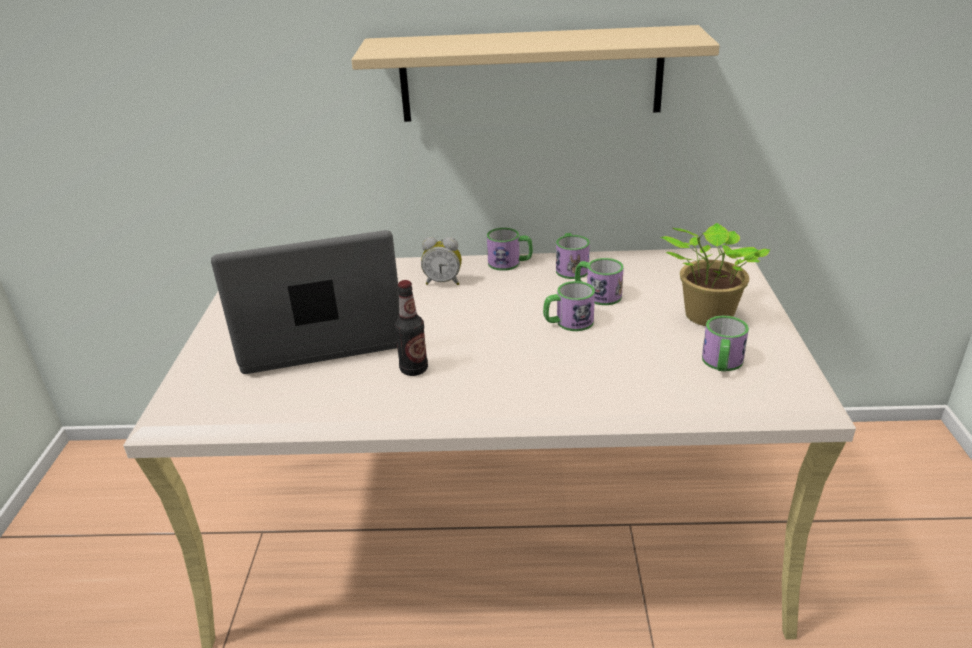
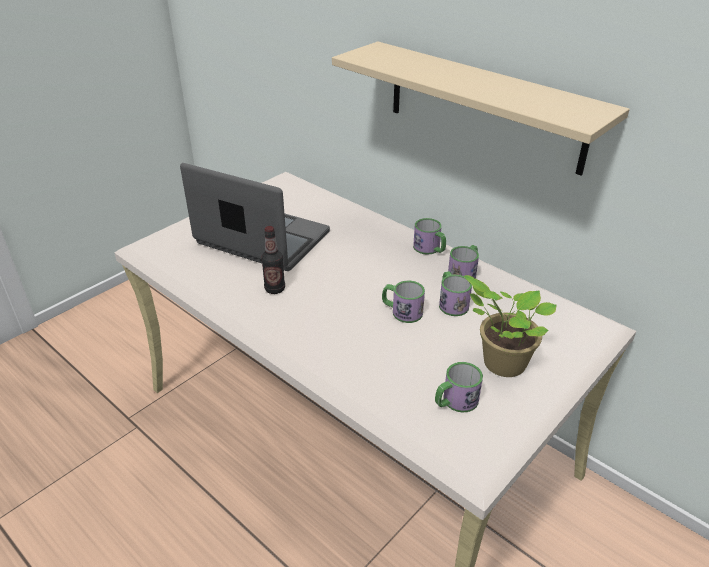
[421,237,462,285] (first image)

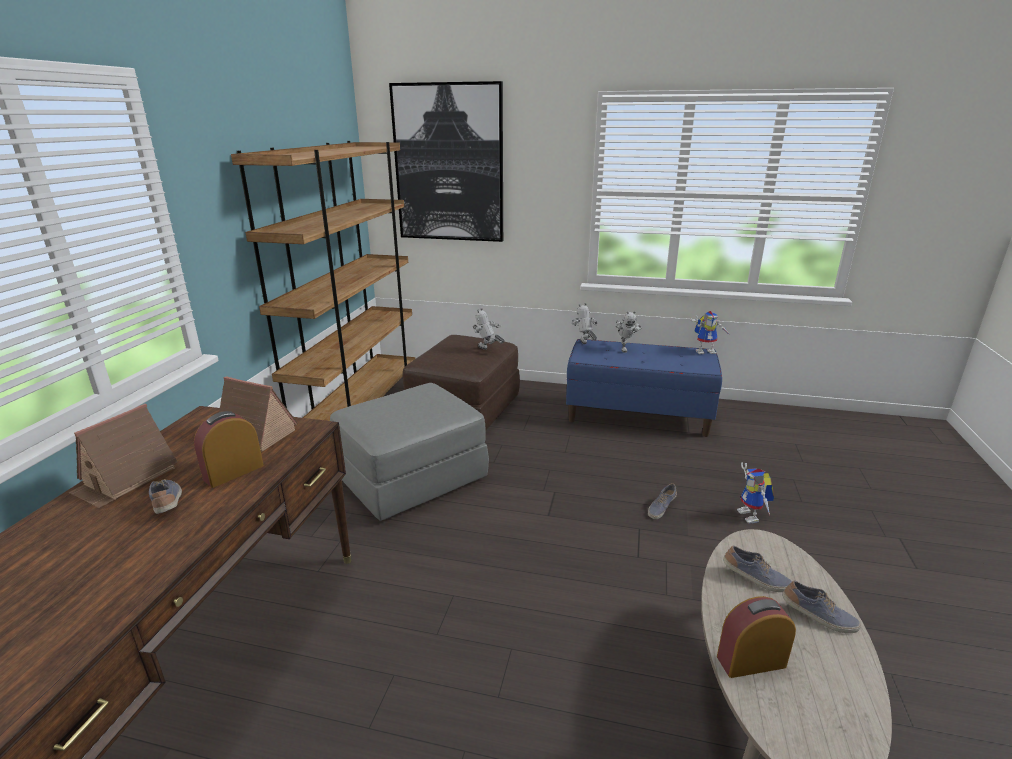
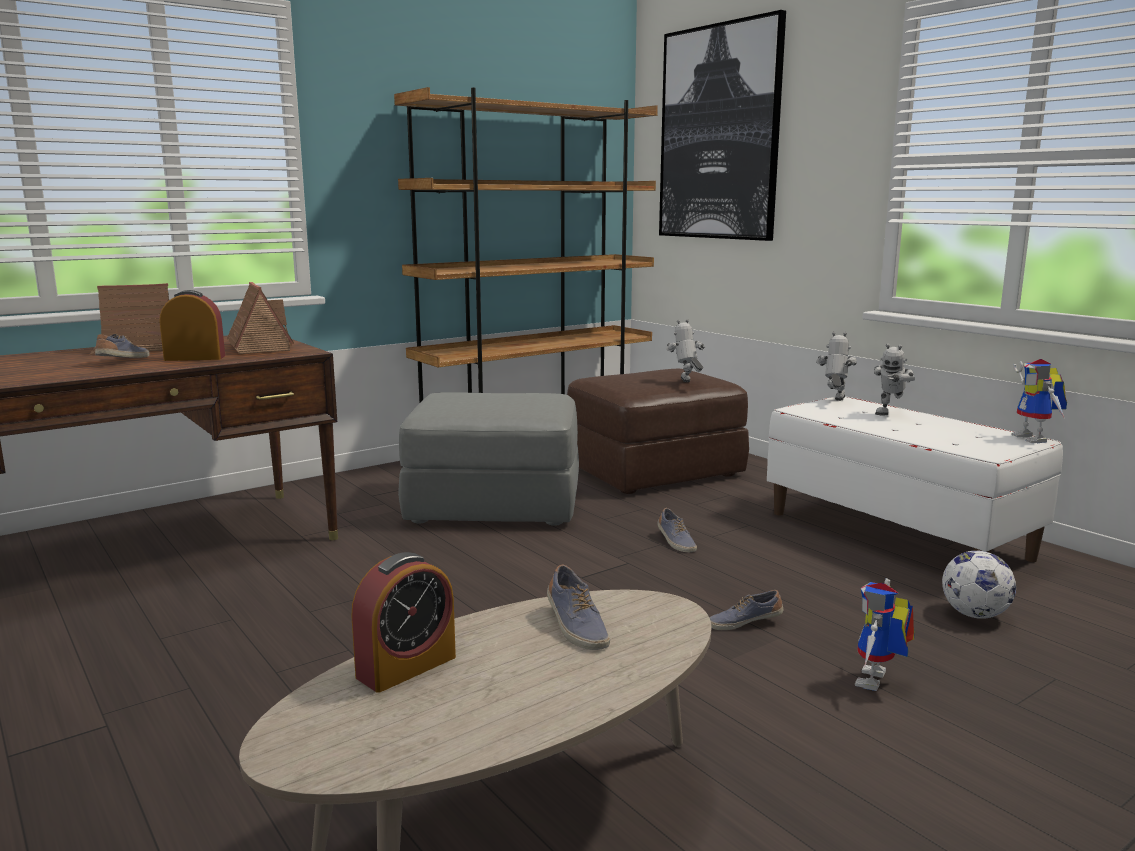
[1011,359,1067,443]
[767,396,1063,562]
[657,508,697,552]
[351,552,456,693]
[942,551,1016,619]

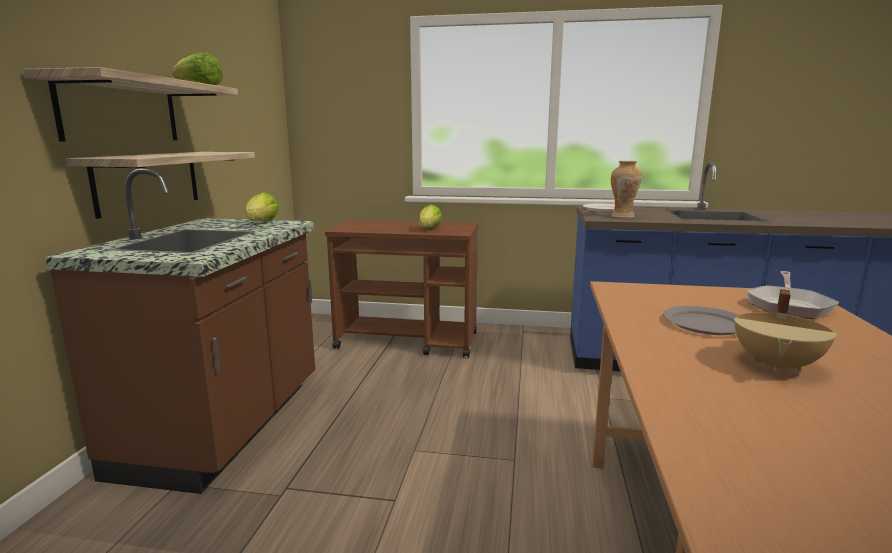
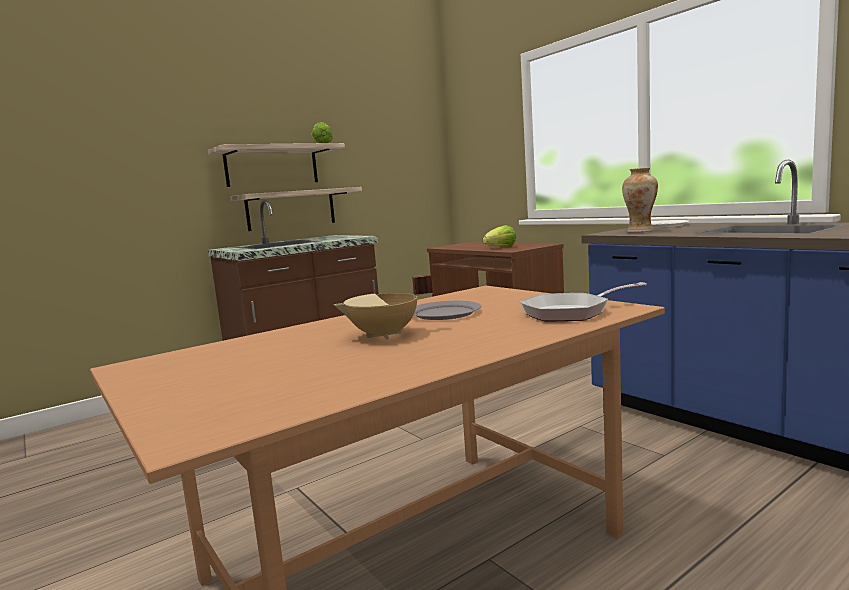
[246,192,279,222] (first image)

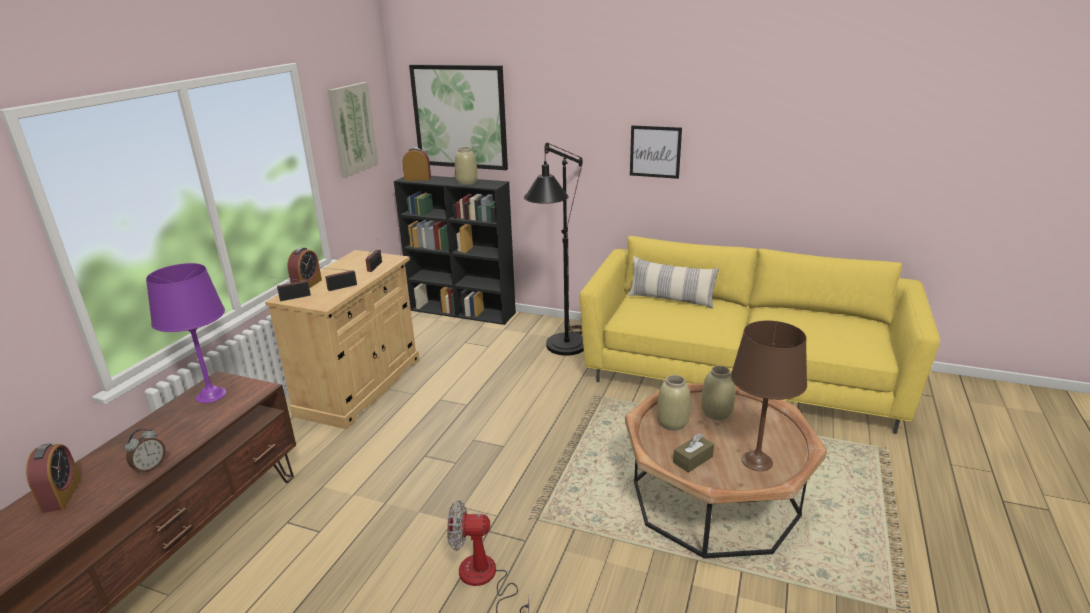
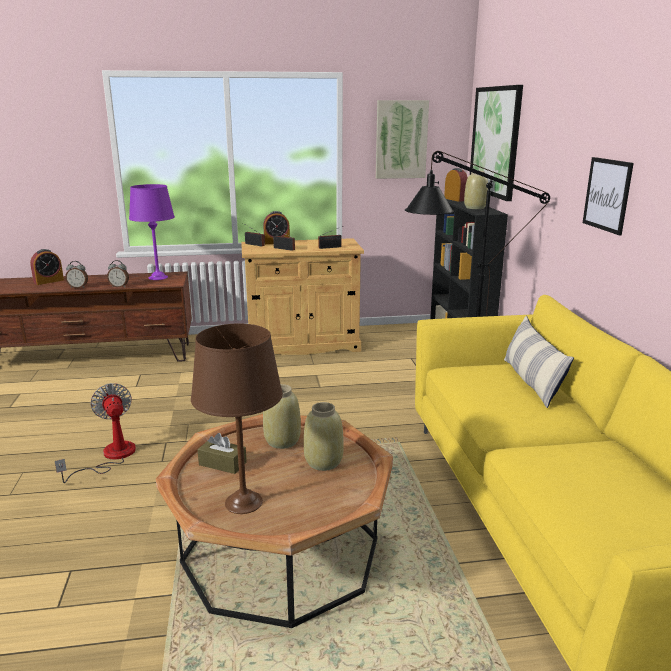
[107,260,129,287]

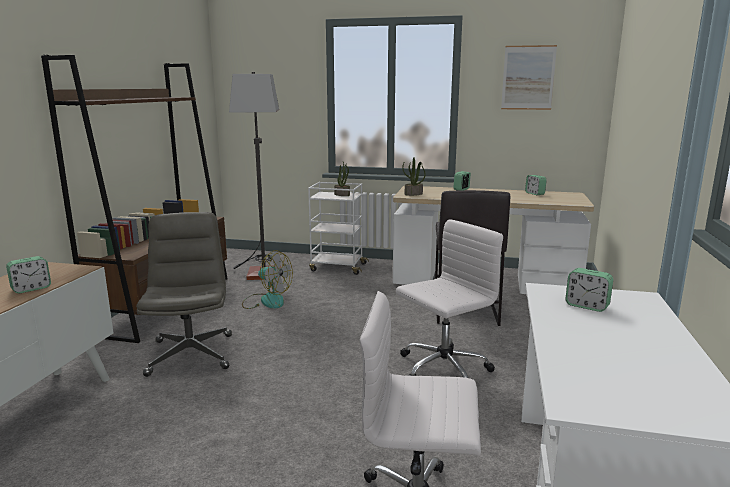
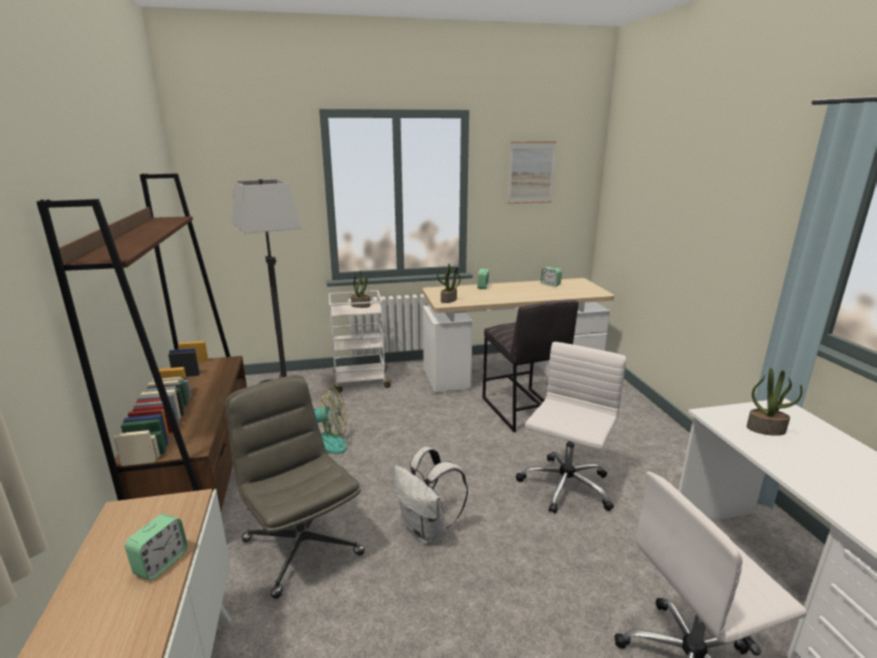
[747,368,803,436]
[392,447,468,544]

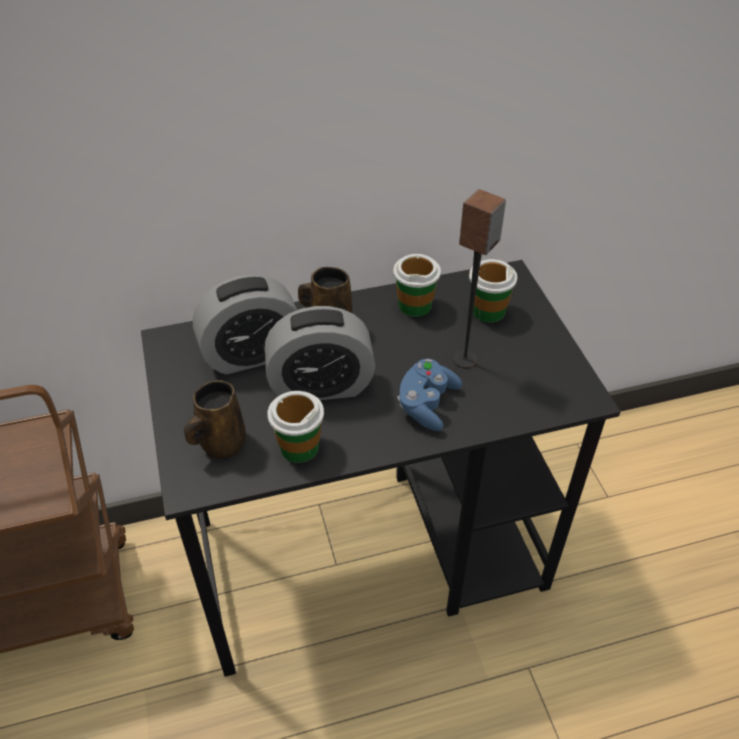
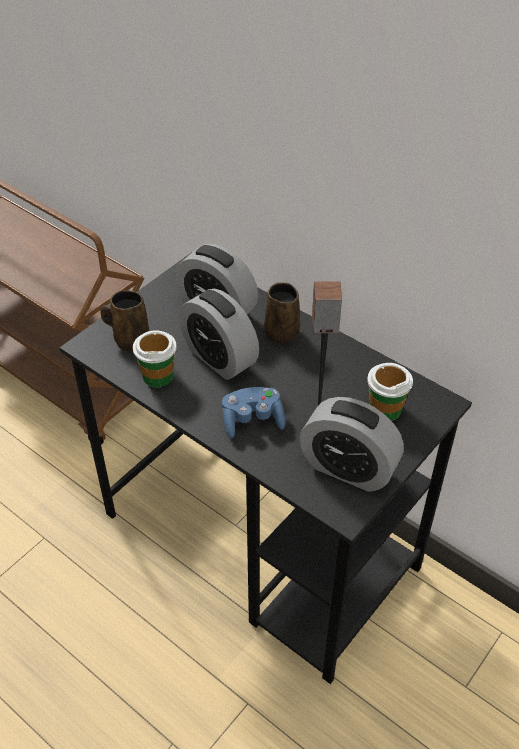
[393,254,441,317] (first image)
[300,397,404,492]

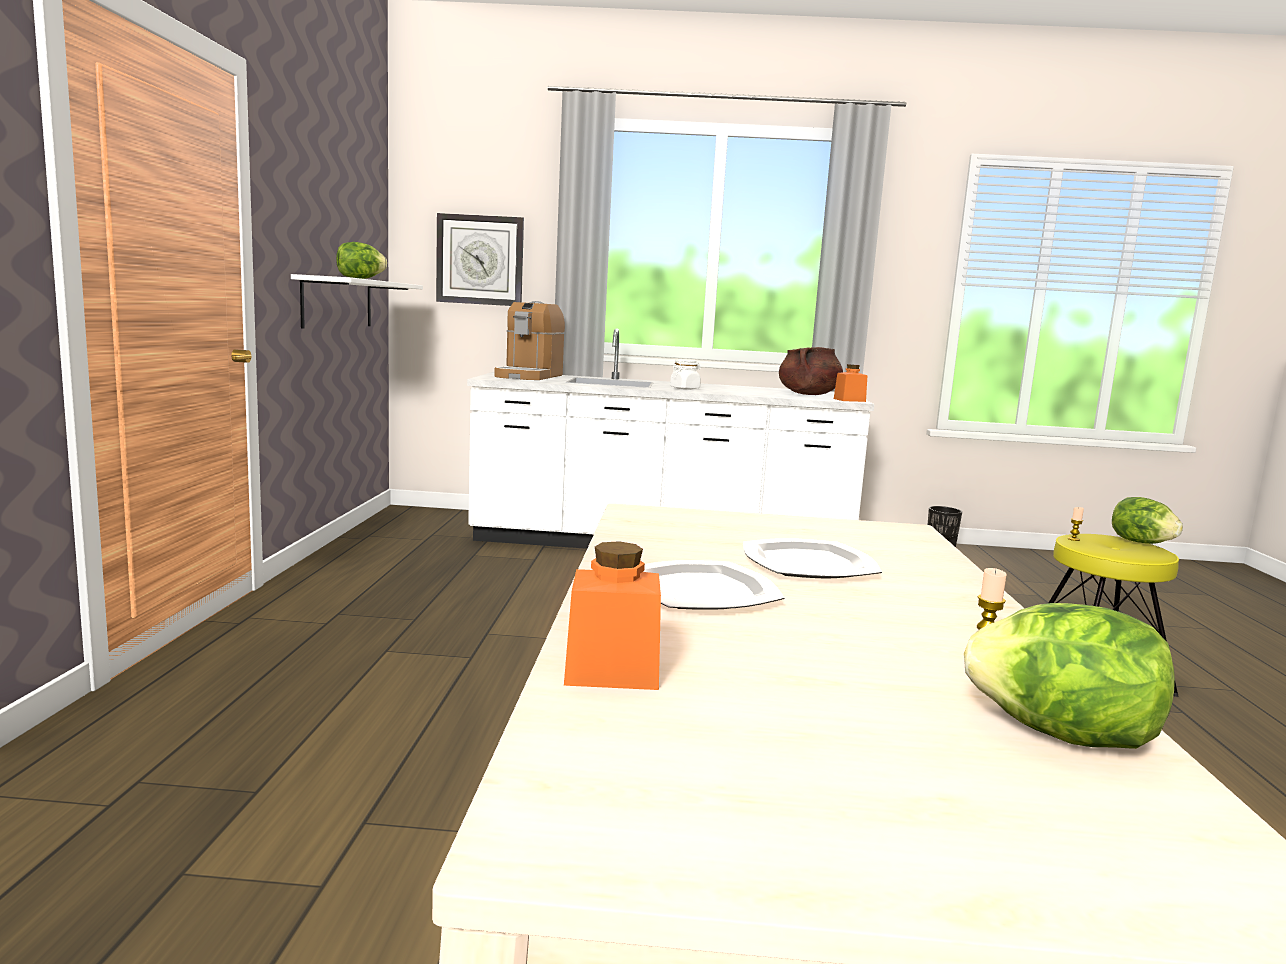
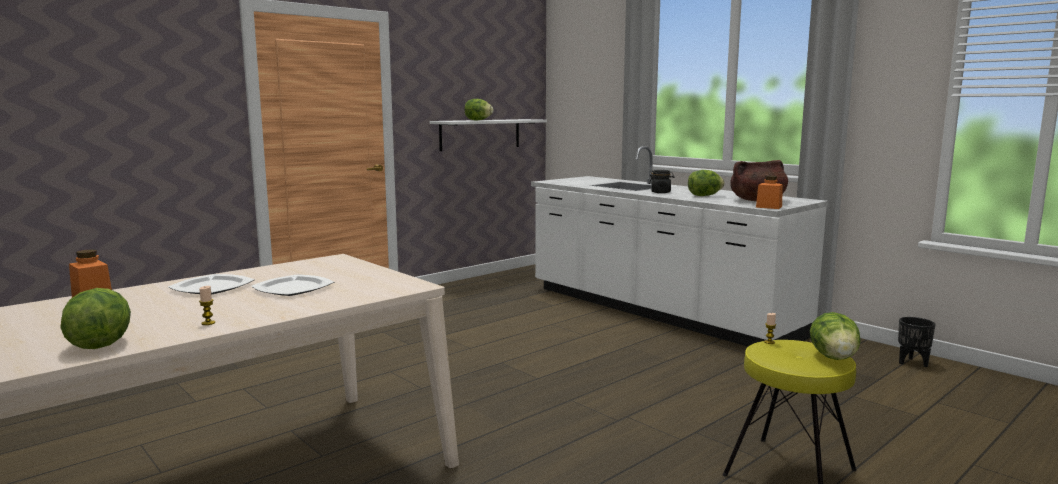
[436,213,524,306] (first image)
[494,301,565,380] (first image)
[649,170,674,193]
[688,170,725,196]

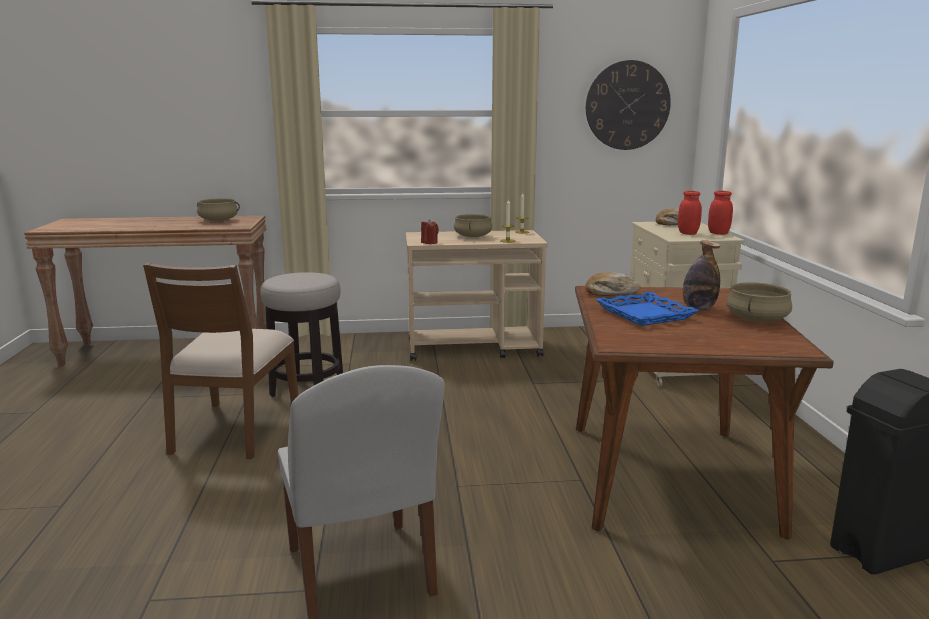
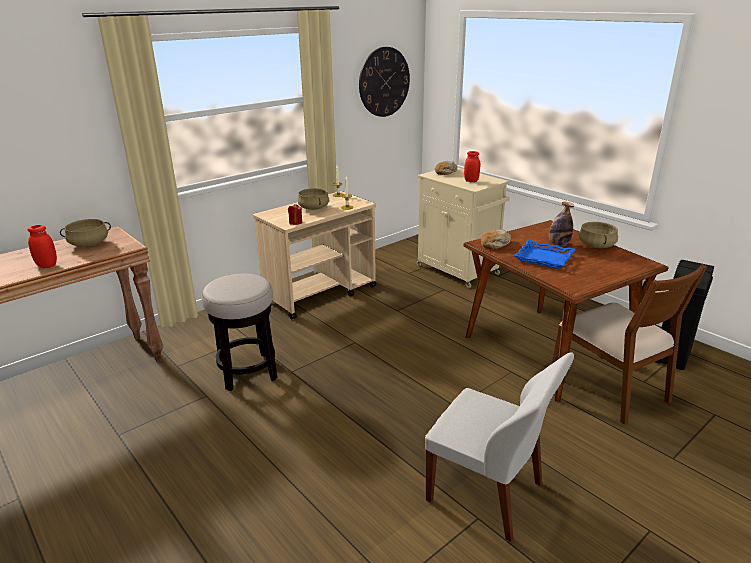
[27,225,57,268]
[552,264,707,425]

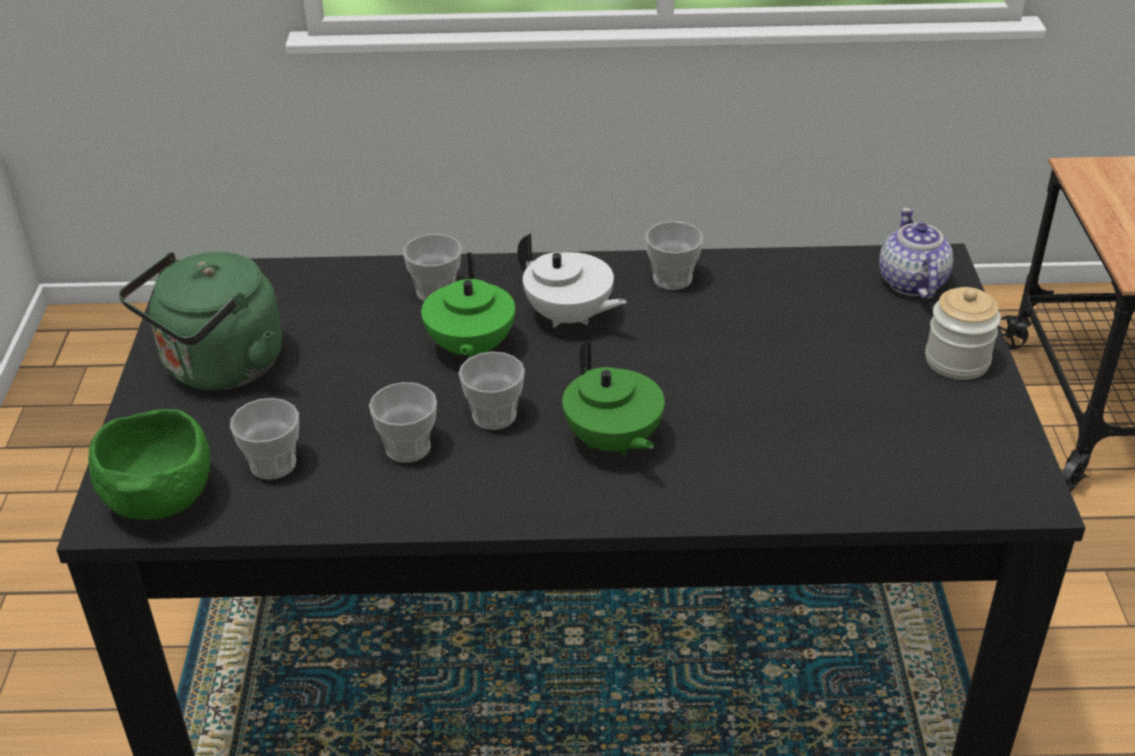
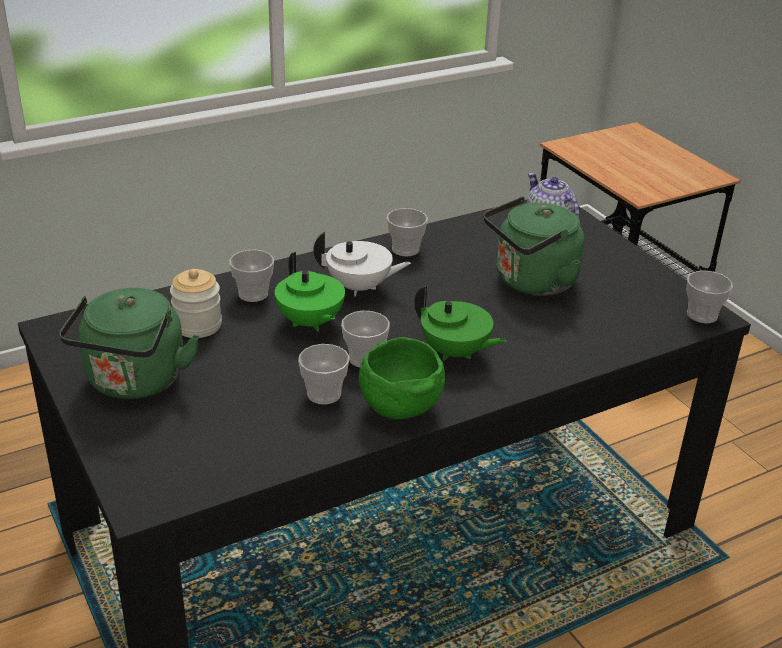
[170,269,222,338]
[687,270,733,323]
[359,337,445,419]
[484,197,584,296]

